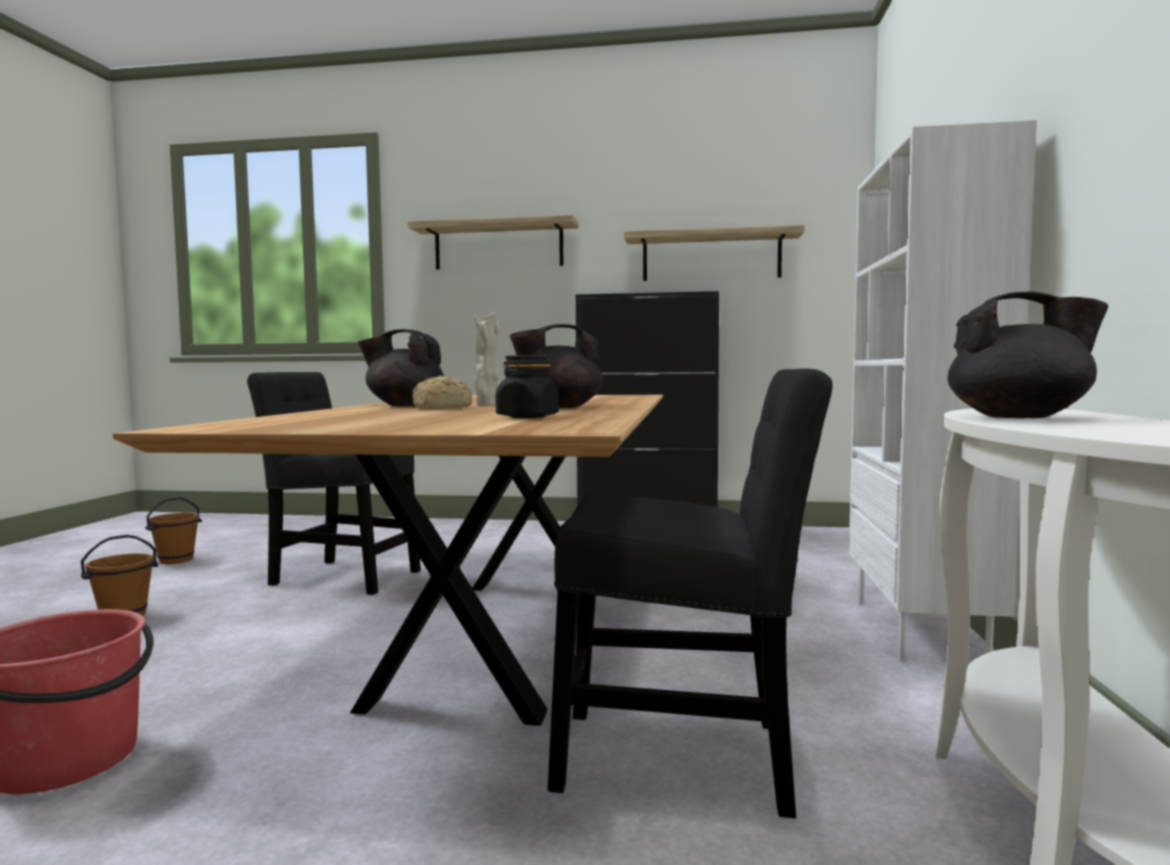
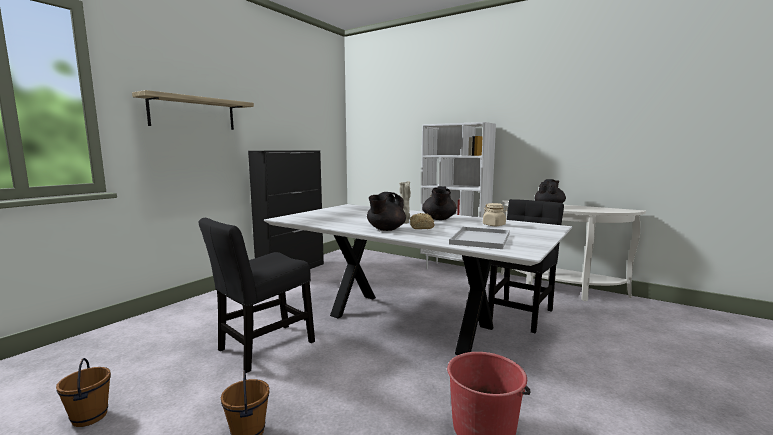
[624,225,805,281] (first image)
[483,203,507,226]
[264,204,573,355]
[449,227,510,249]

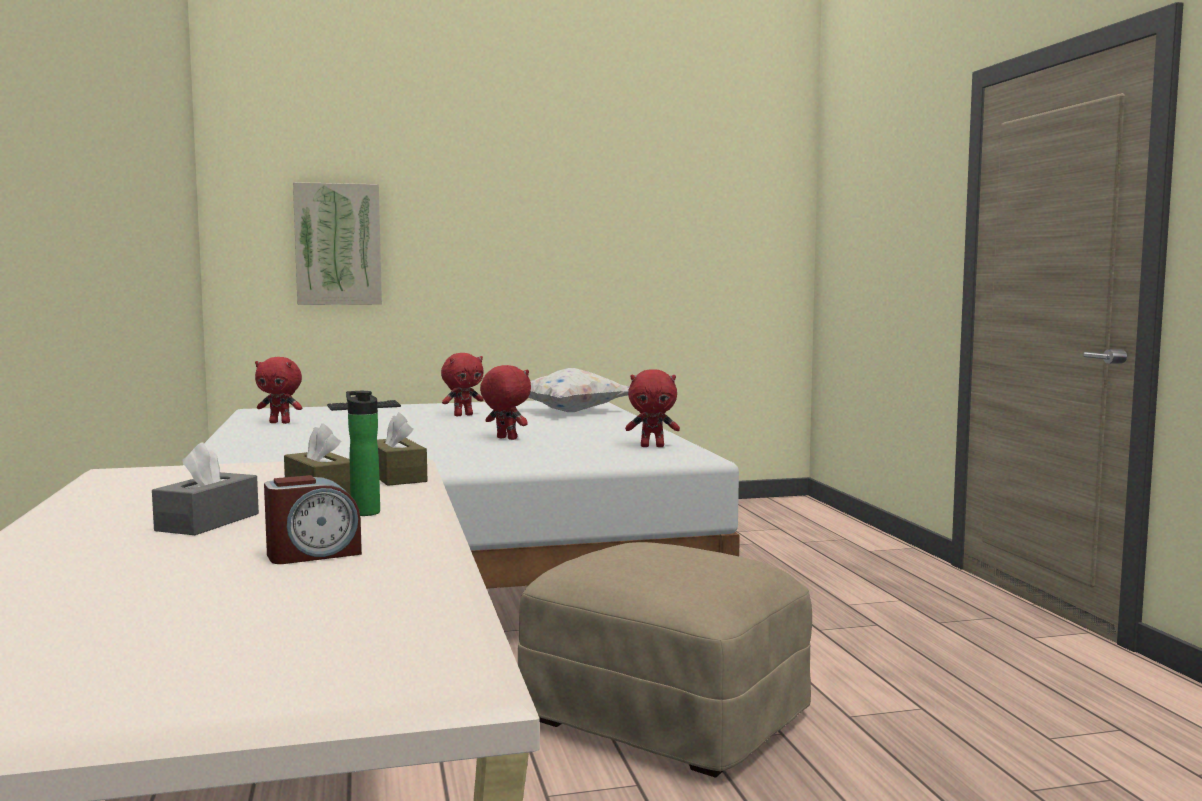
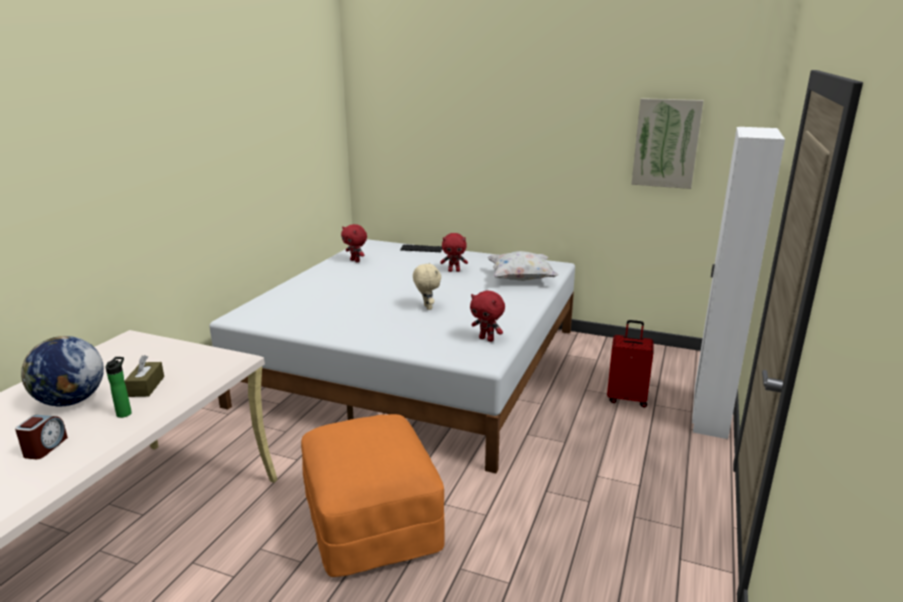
[631,98,704,189]
[413,263,441,310]
[377,412,427,486] (first image)
[21,336,104,406]
[15,415,68,459]
[301,414,445,577]
[692,127,785,439]
[607,320,653,408]

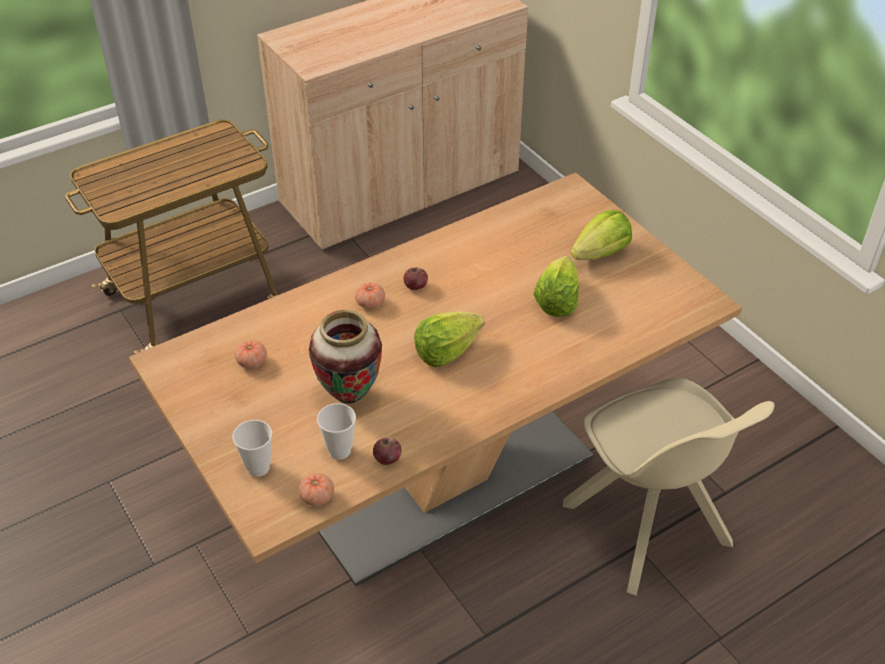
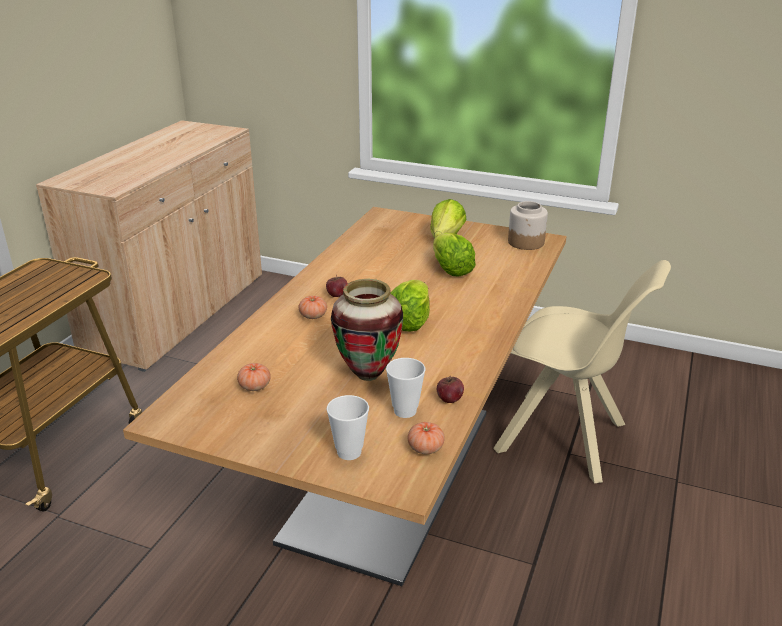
[508,201,548,250]

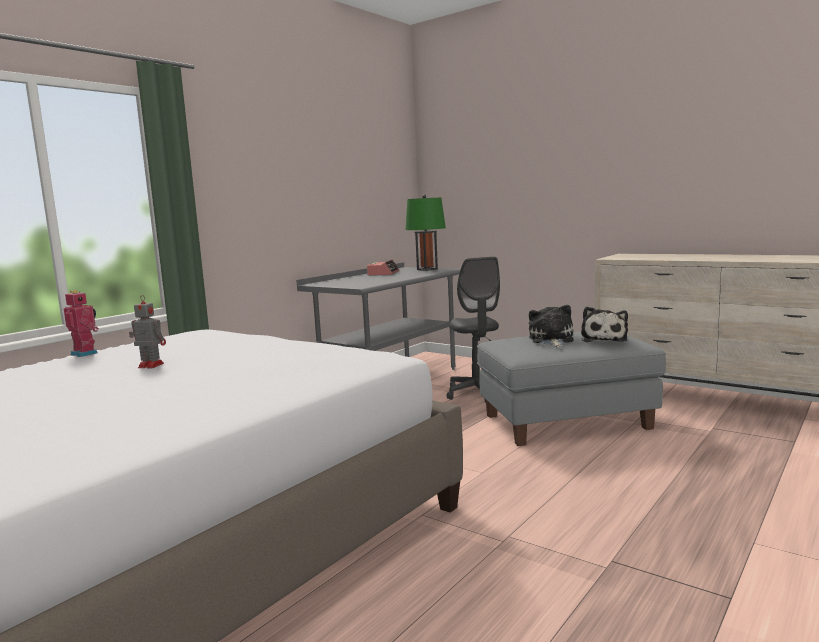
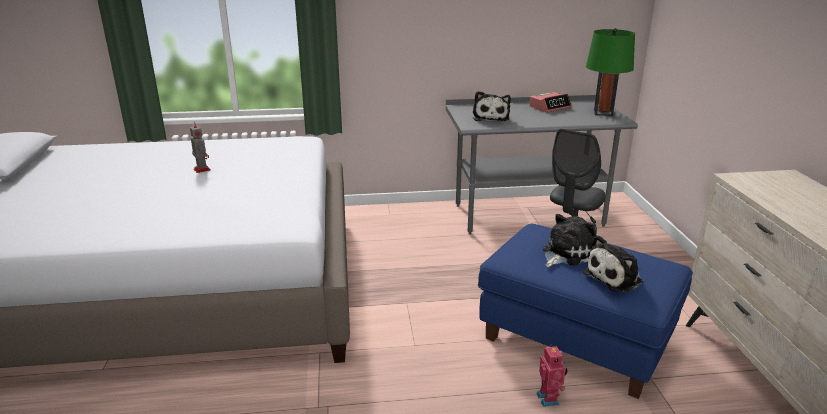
[537,344,568,407]
[478,224,693,399]
[473,91,511,121]

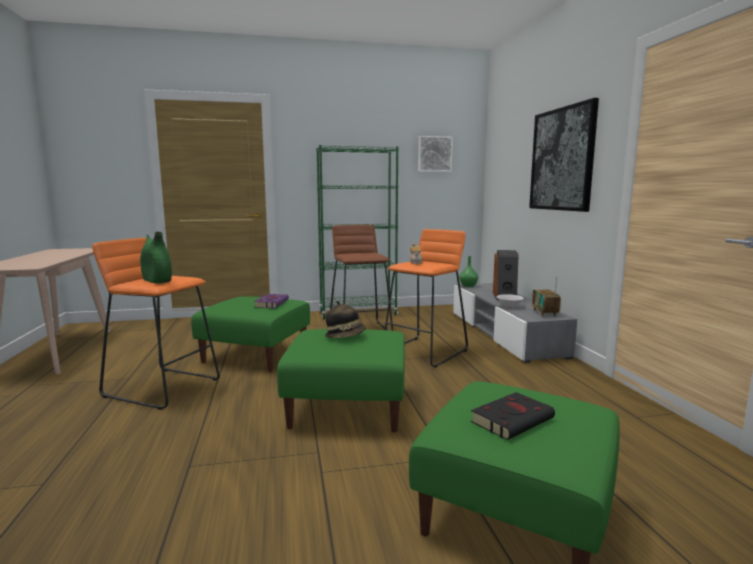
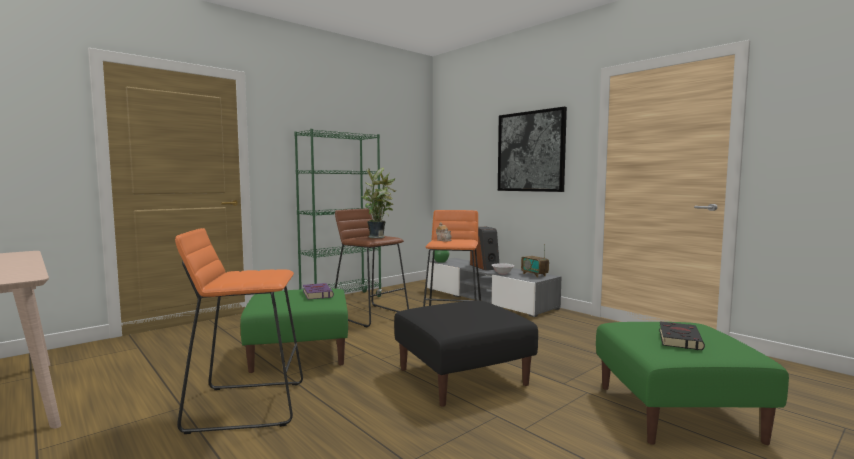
[418,136,453,172] (first image)
[140,231,172,284] (first image)
[325,301,365,338] (first image)
[394,301,538,407]
[362,168,397,238]

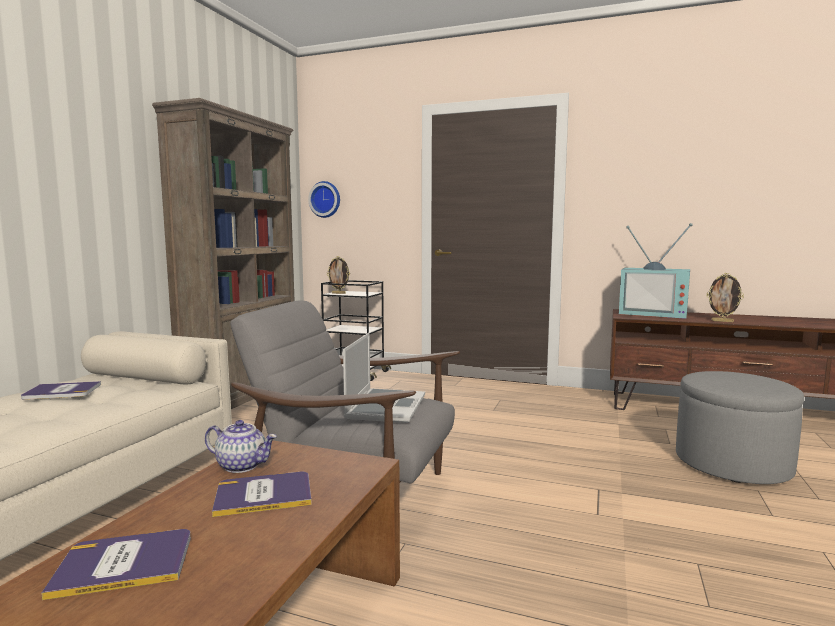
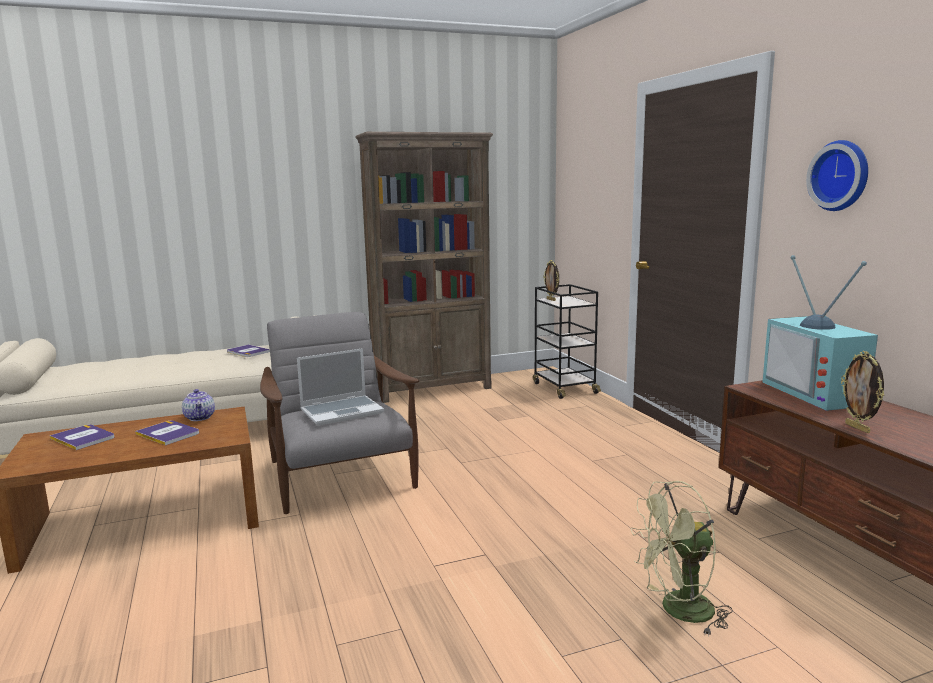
[806,140,868,211]
[631,481,733,637]

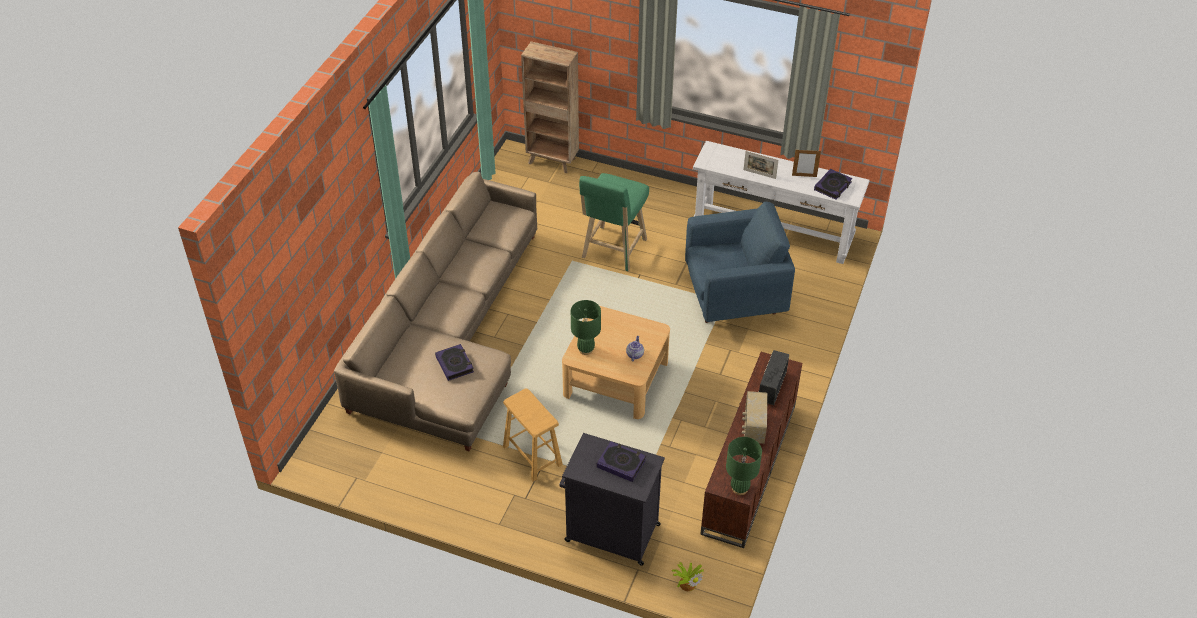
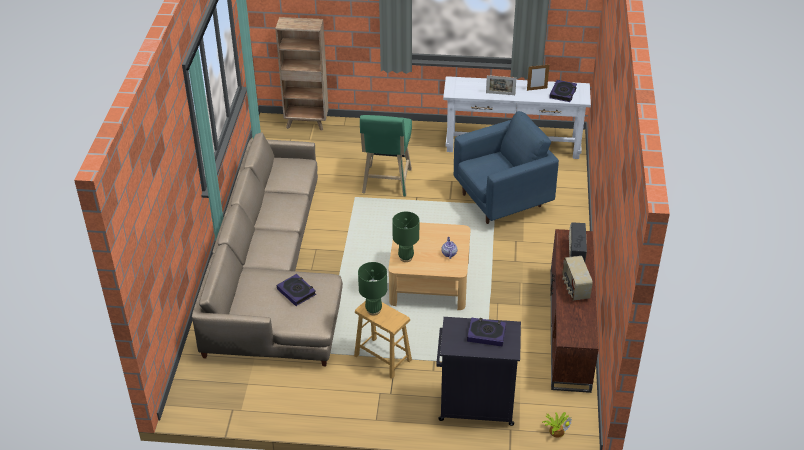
[358,262,387,315]

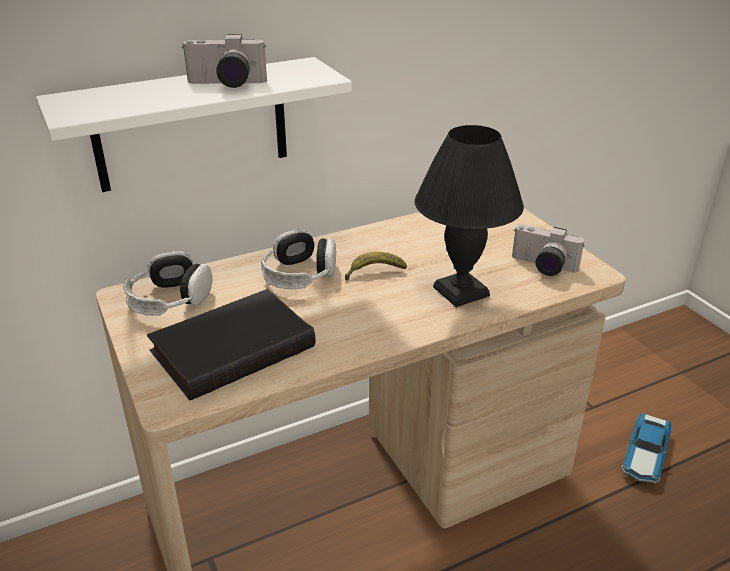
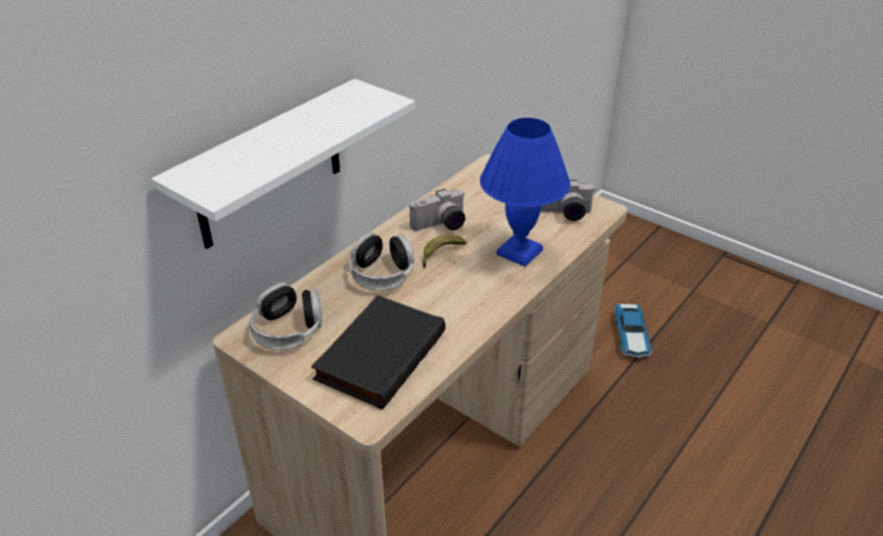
[410,189,465,231]
[480,118,570,267]

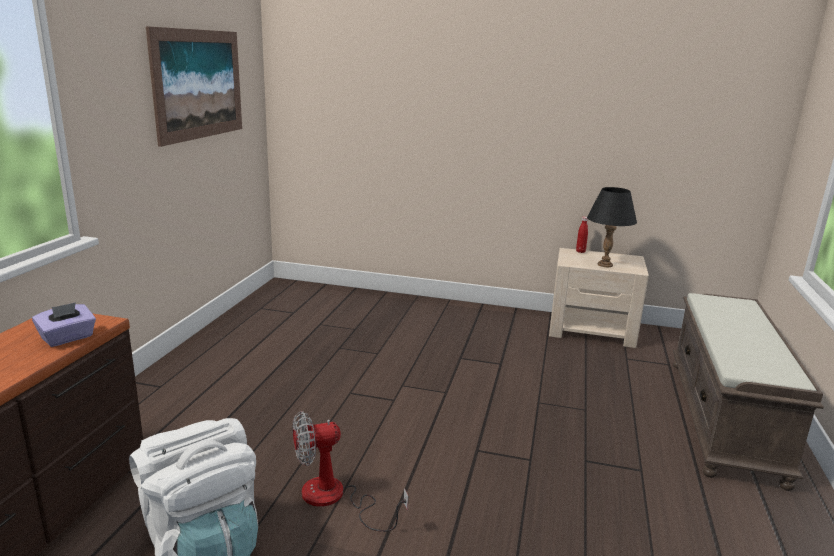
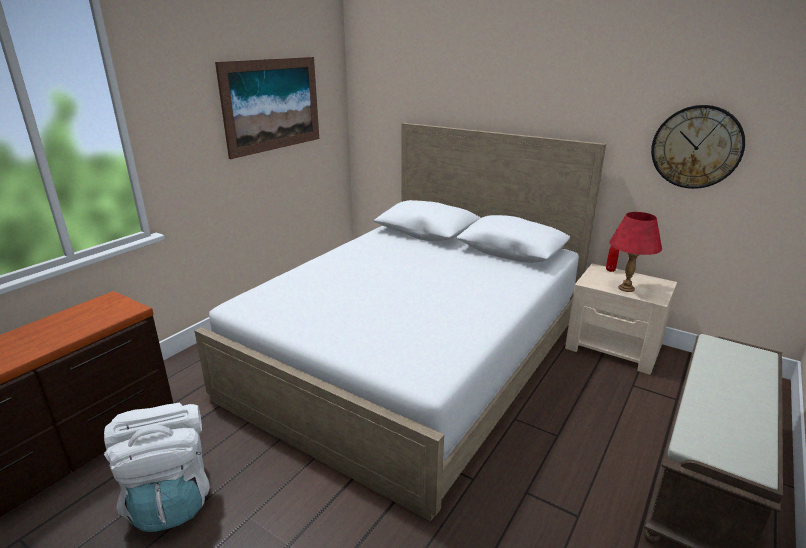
[609,212,662,292]
[32,302,96,347] (first image)
[293,411,408,532] (first image)
[651,105,745,189]
[195,123,606,522]

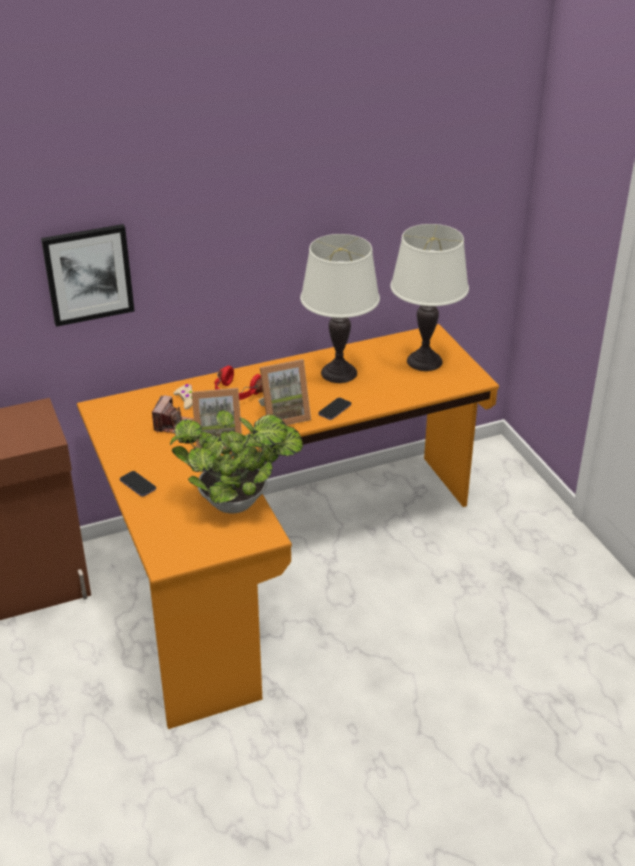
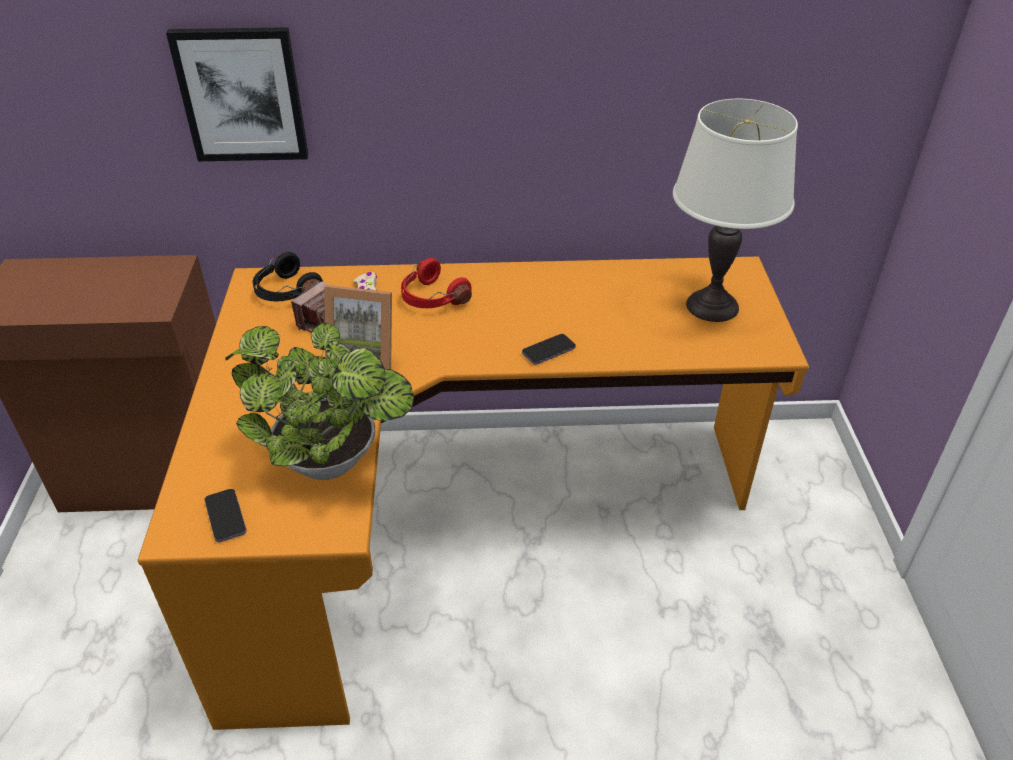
[300,234,380,383] (first image)
[258,359,311,425] (first image)
[204,489,247,542]
[252,252,323,301]

